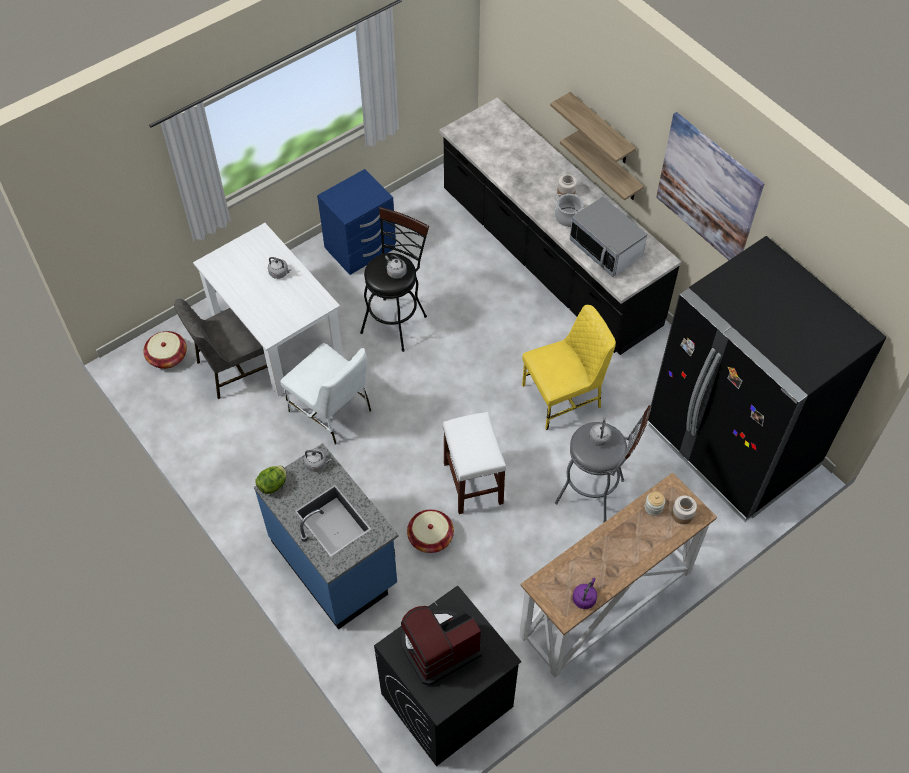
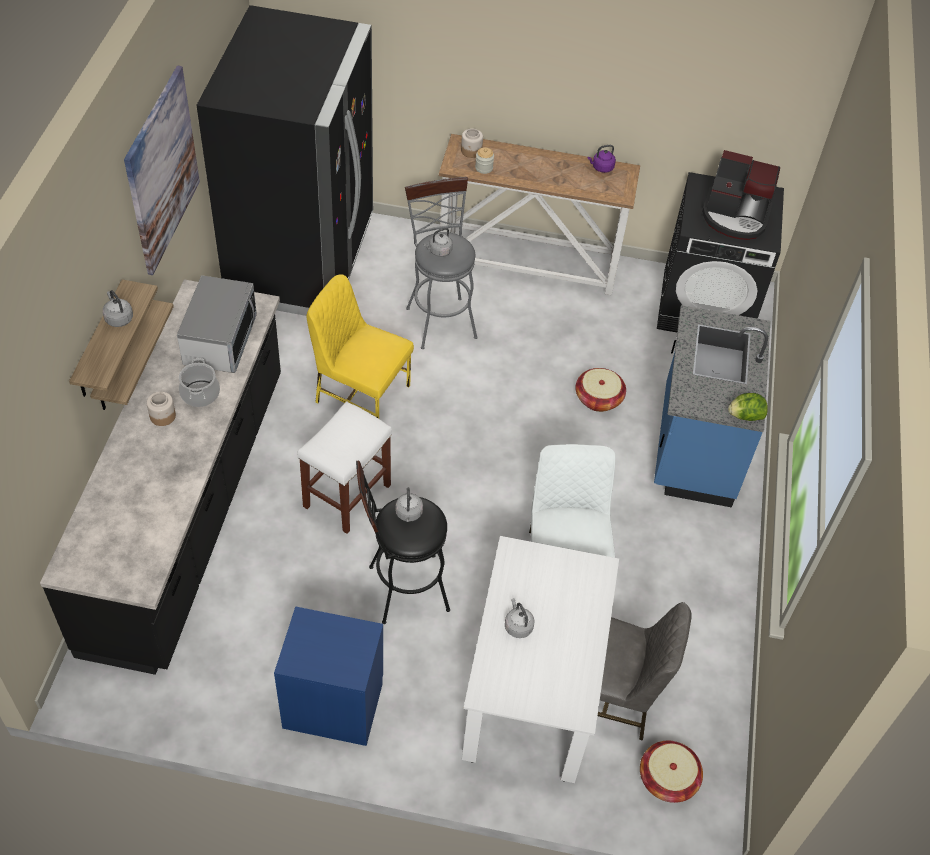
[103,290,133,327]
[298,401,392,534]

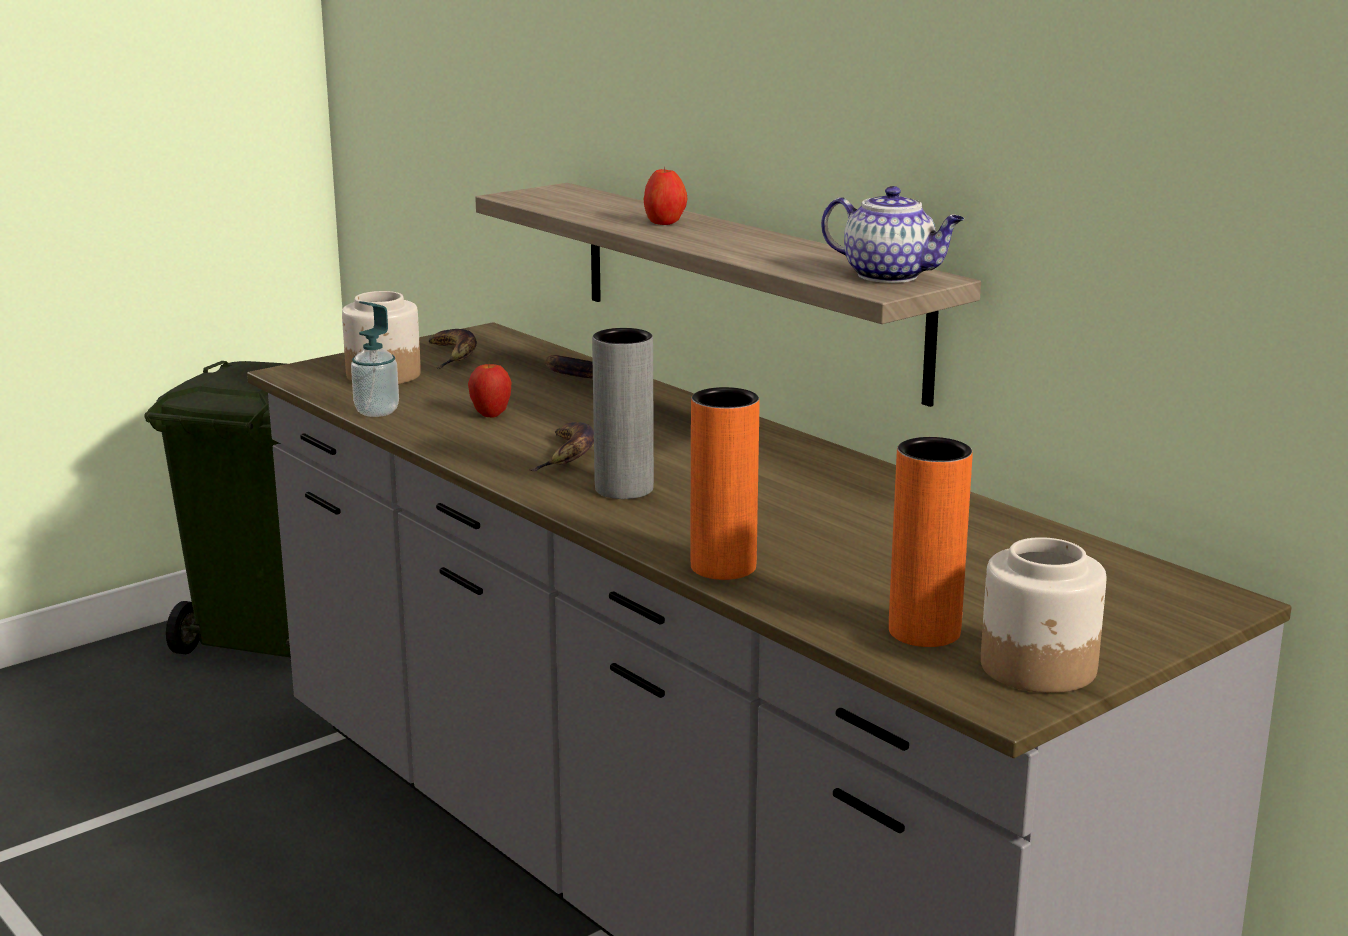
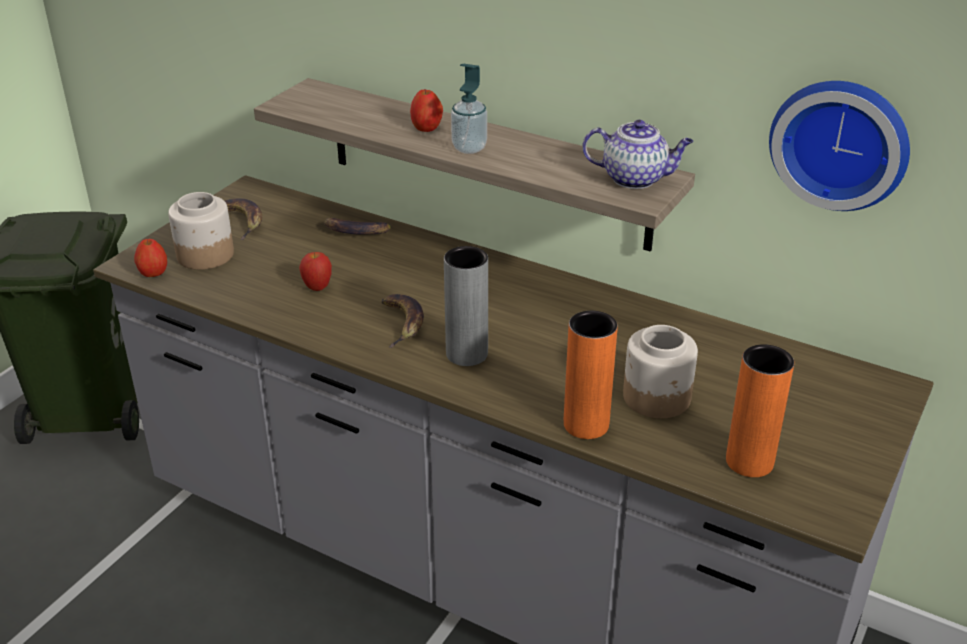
[451,64,487,154]
[623,325,698,418]
[134,239,167,277]
[769,81,910,211]

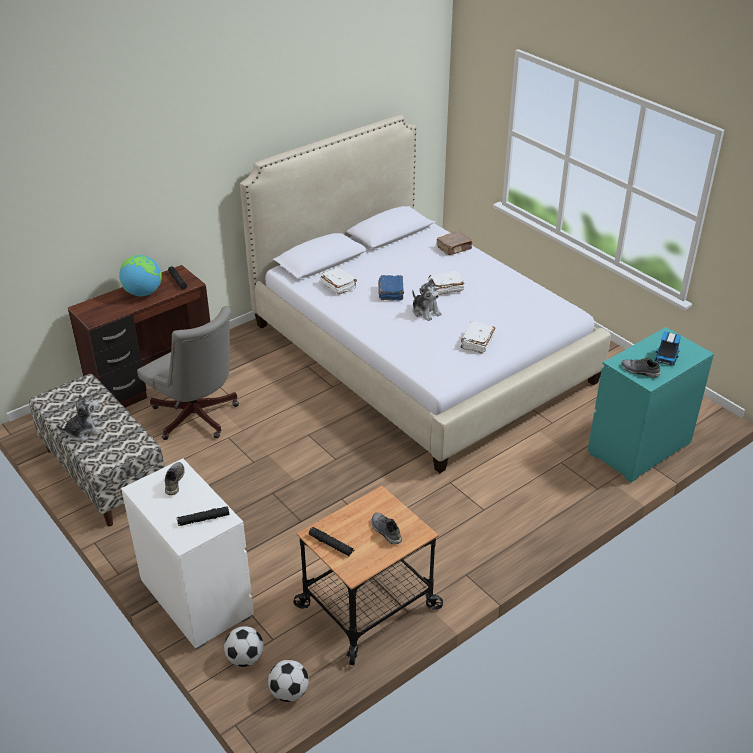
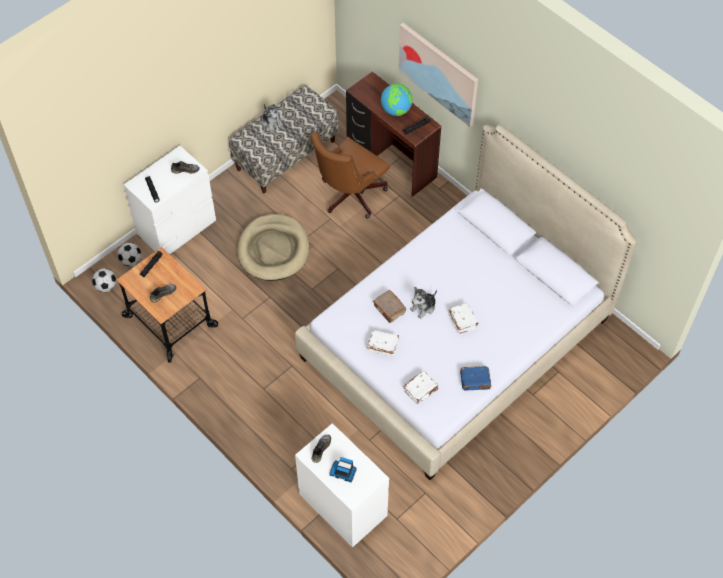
[311,132,389,219]
[403,371,438,404]
[460,366,491,390]
[373,290,406,323]
[295,423,389,548]
[237,214,309,281]
[398,23,478,127]

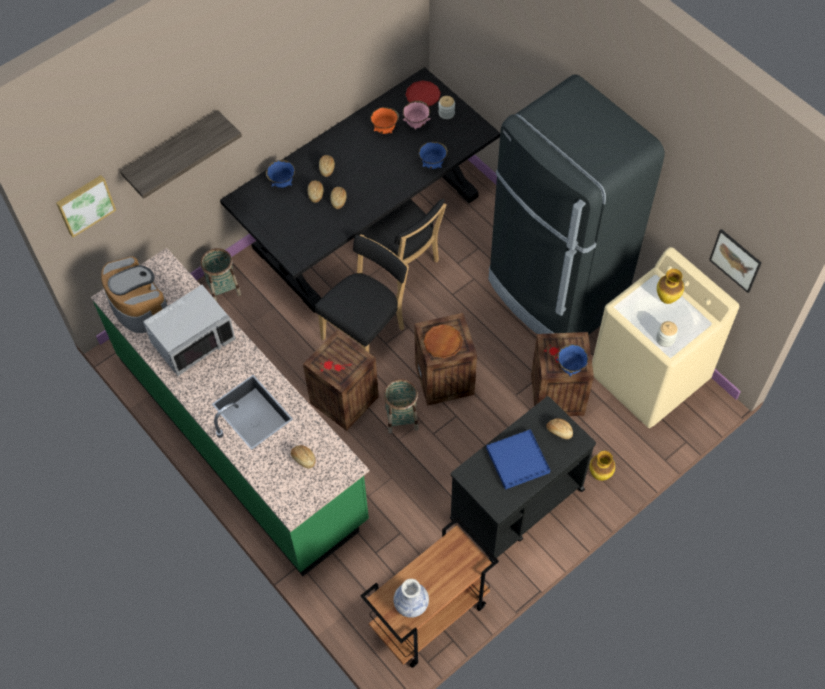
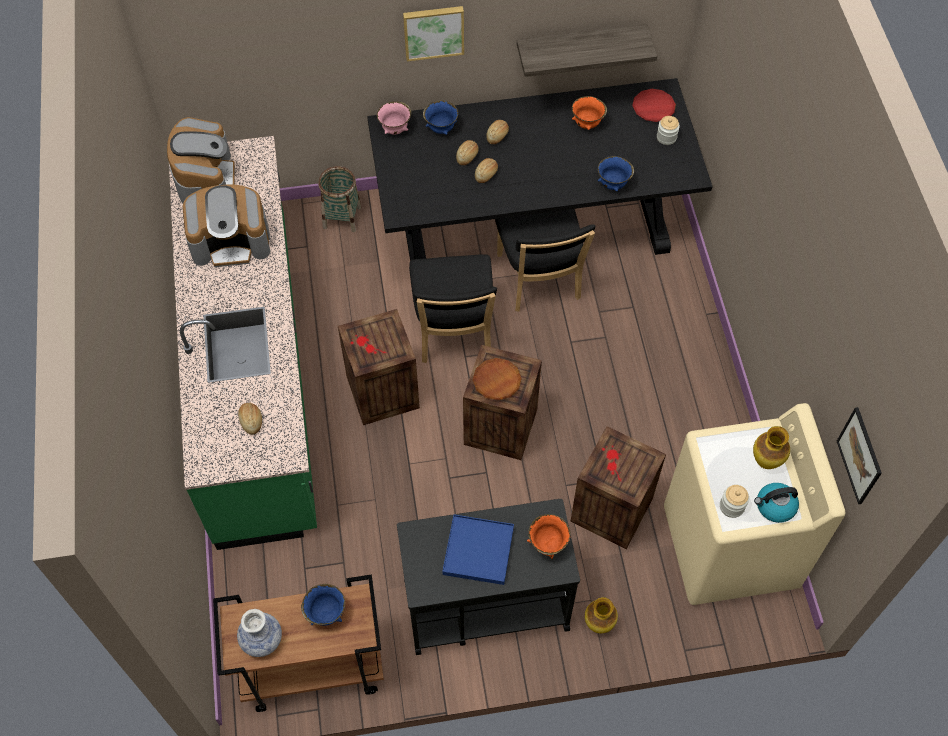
[403,6,464,61]
[517,24,657,77]
[183,185,270,267]
[409,254,497,363]
[384,379,419,434] (first image)
[377,101,412,135]
[488,75,665,335] (first image)
[527,514,571,559]
[301,584,345,625]
[754,483,799,523]

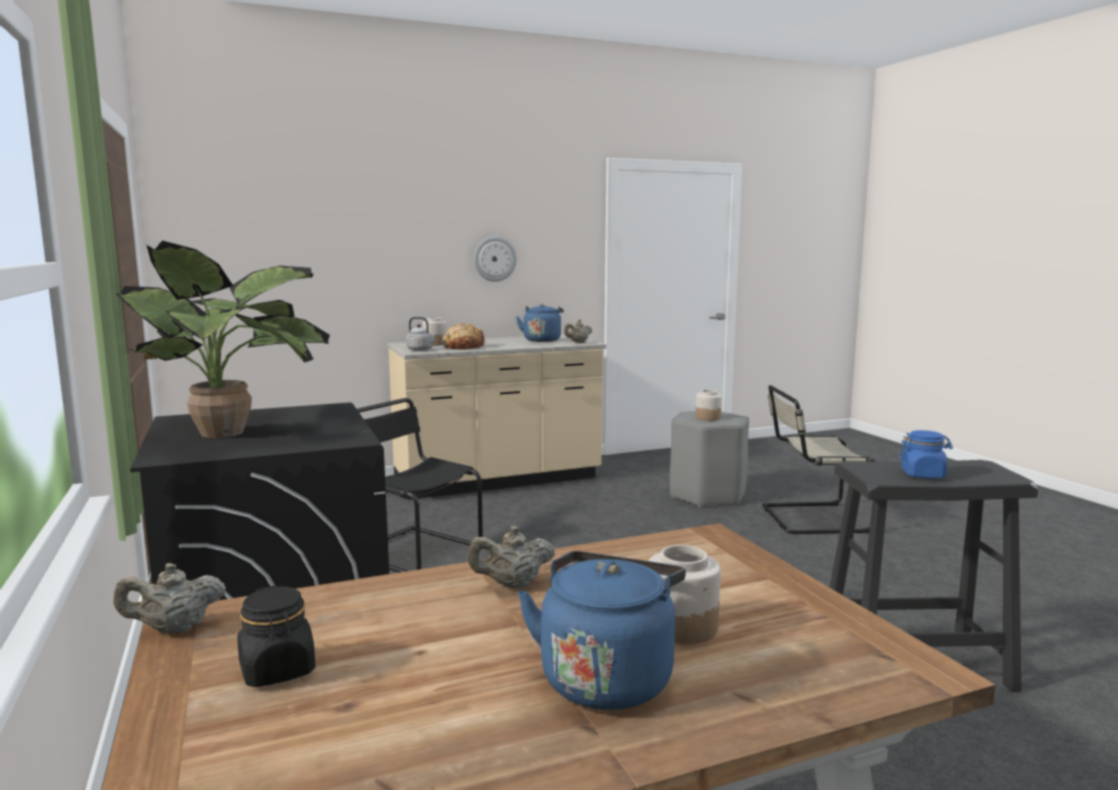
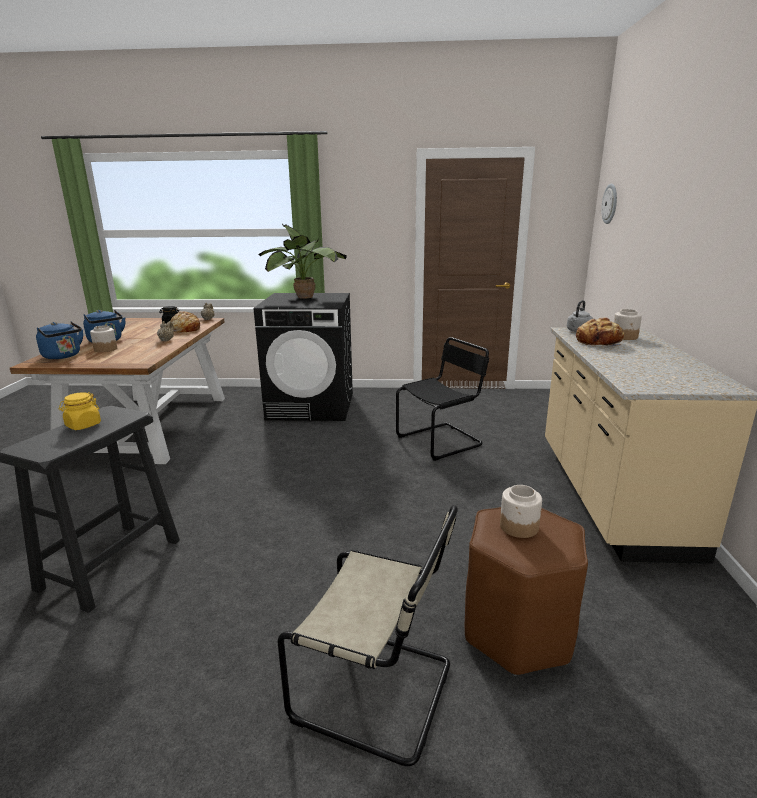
[601,184,617,224]
[36,321,83,359]
[564,320,592,343] (first image)
[465,507,588,676]
[277,505,458,766]
[59,392,101,430]
[170,311,200,333]

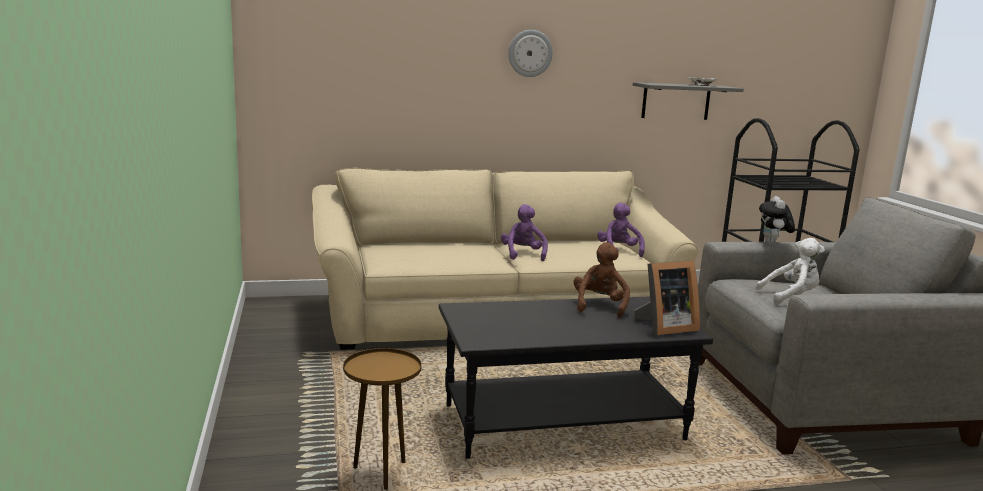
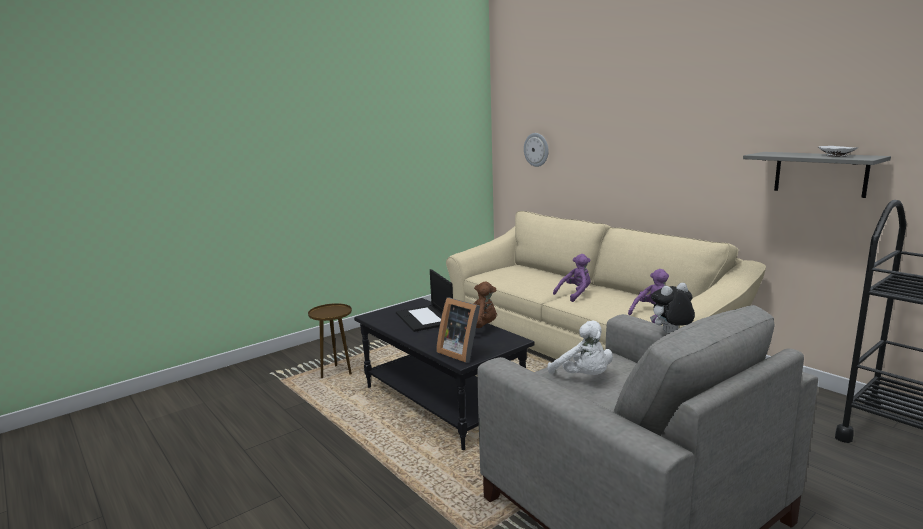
[524,133,549,167]
[396,269,453,332]

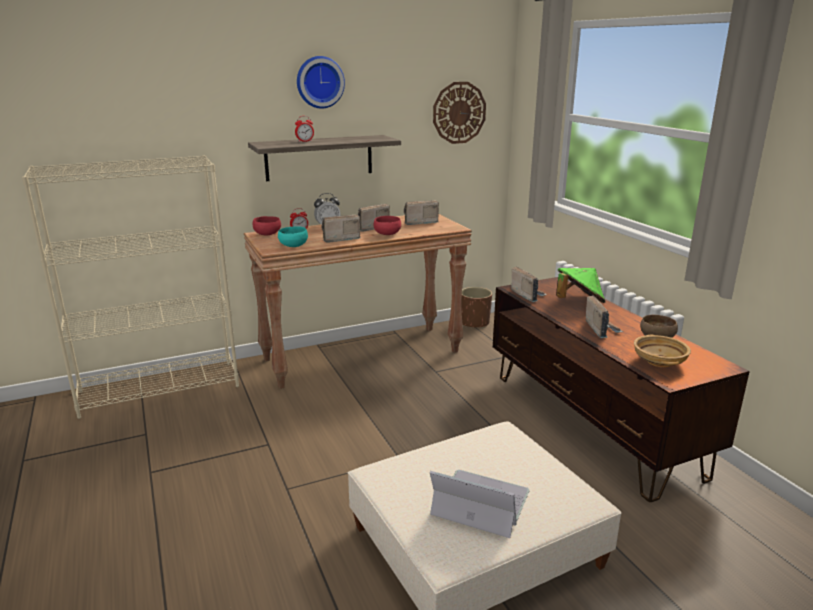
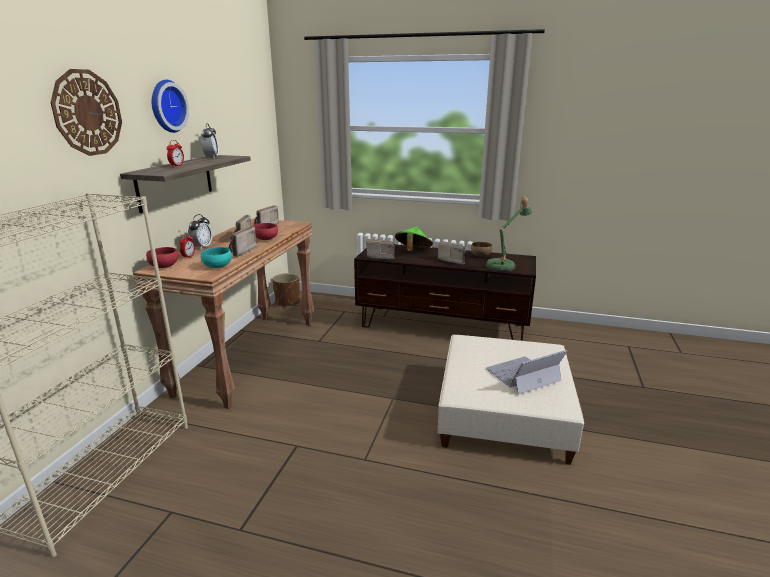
[50,69,122,156]
[485,197,532,271]
[201,123,219,159]

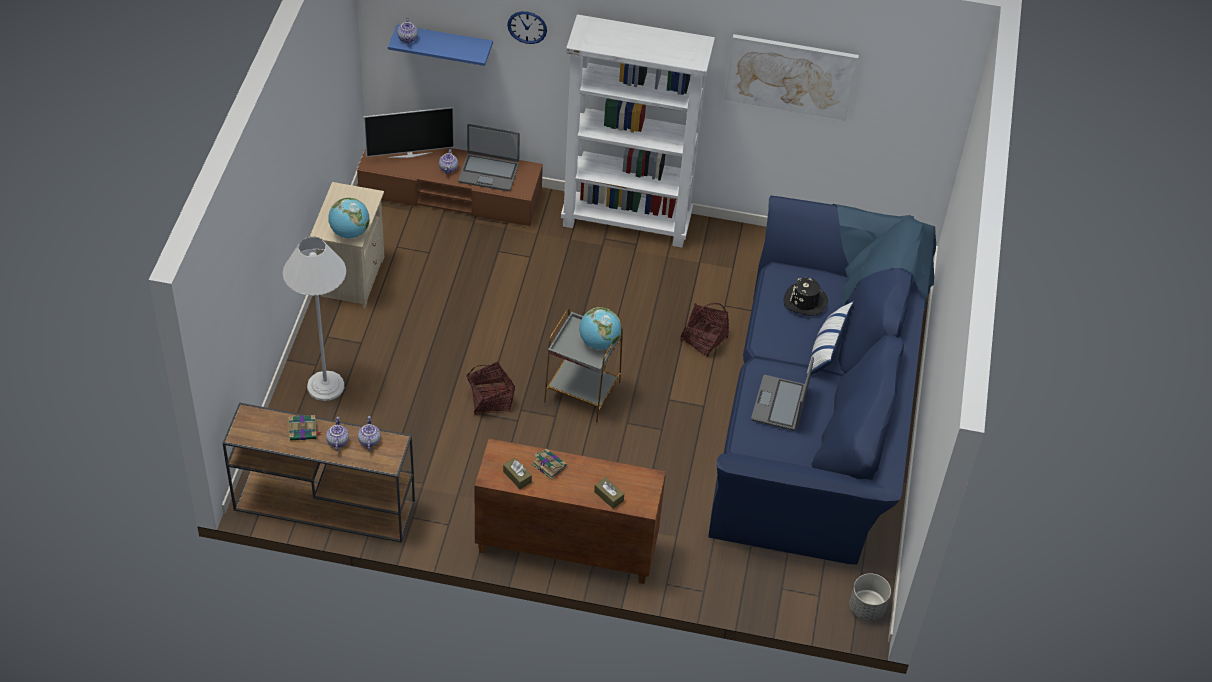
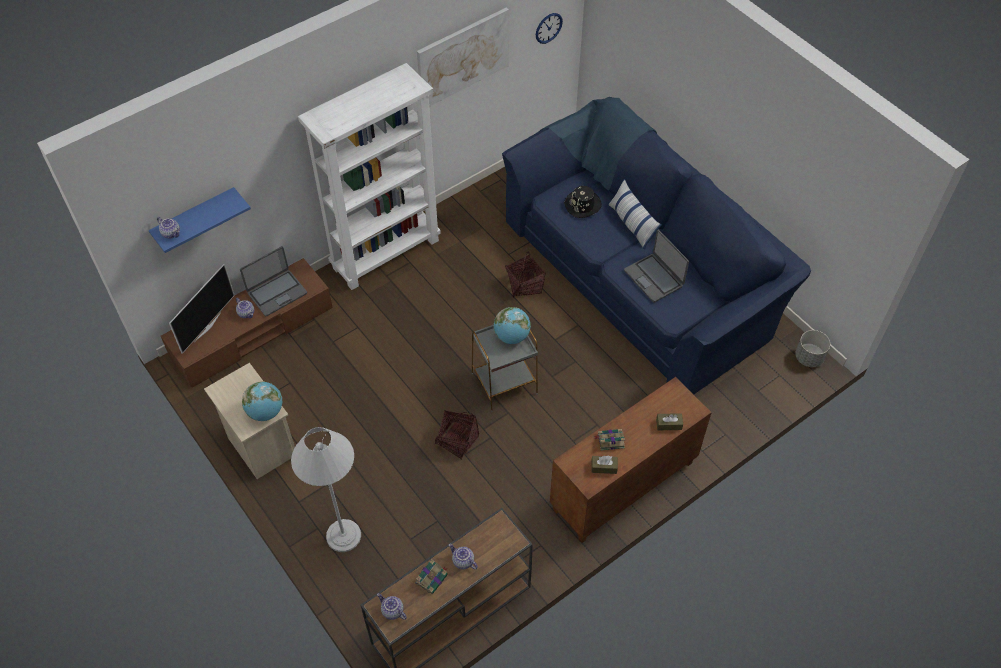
[377,593,407,620]
[536,13,563,44]

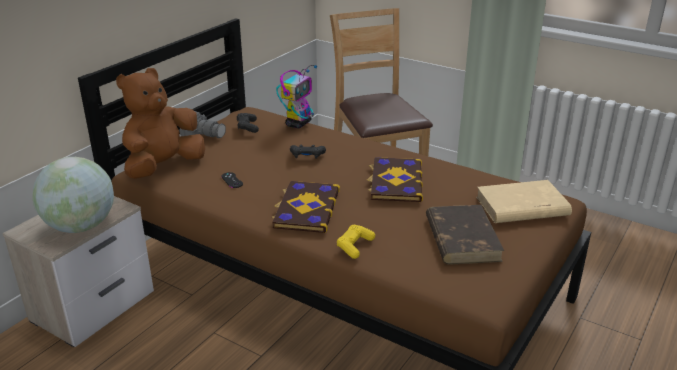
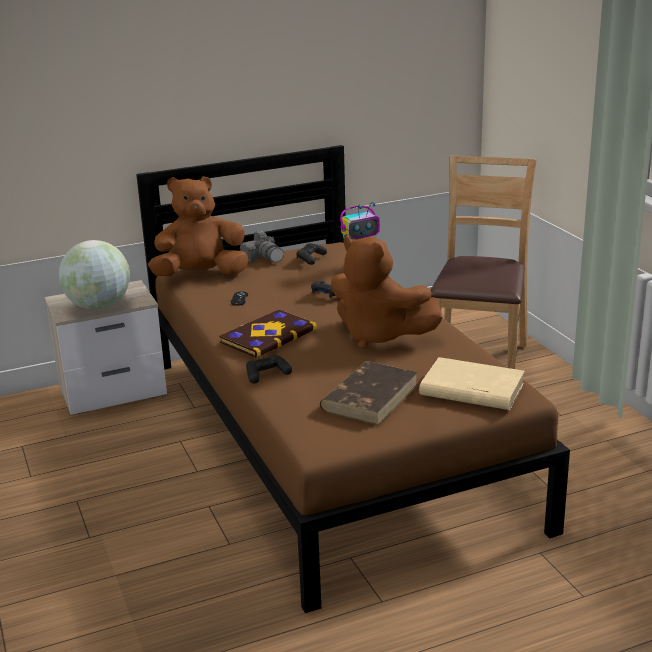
[246,355,292,384]
[331,236,443,349]

